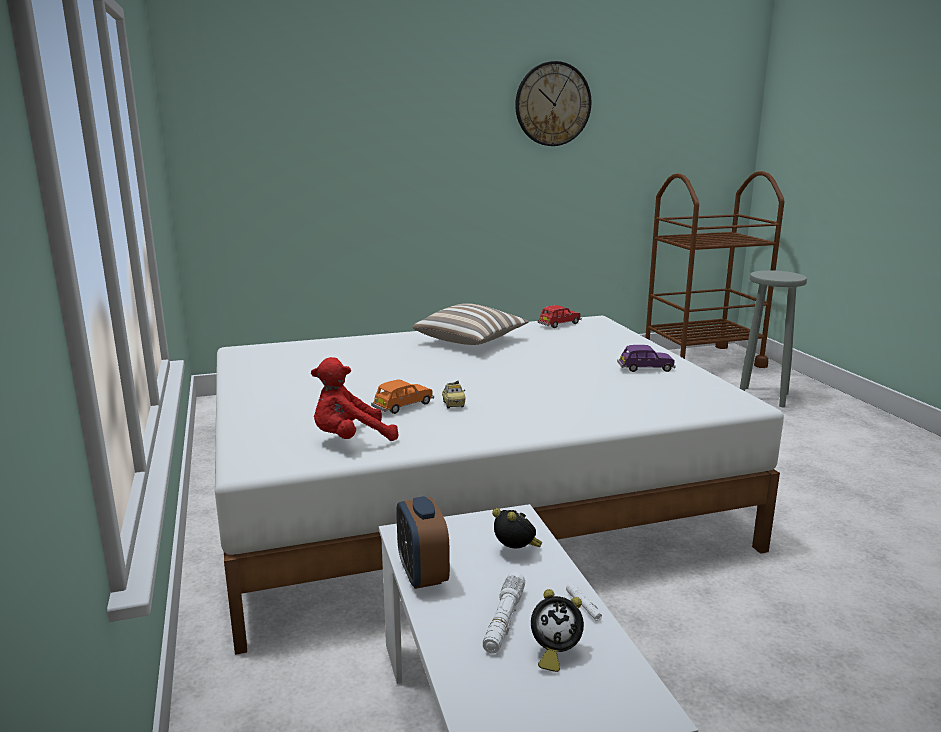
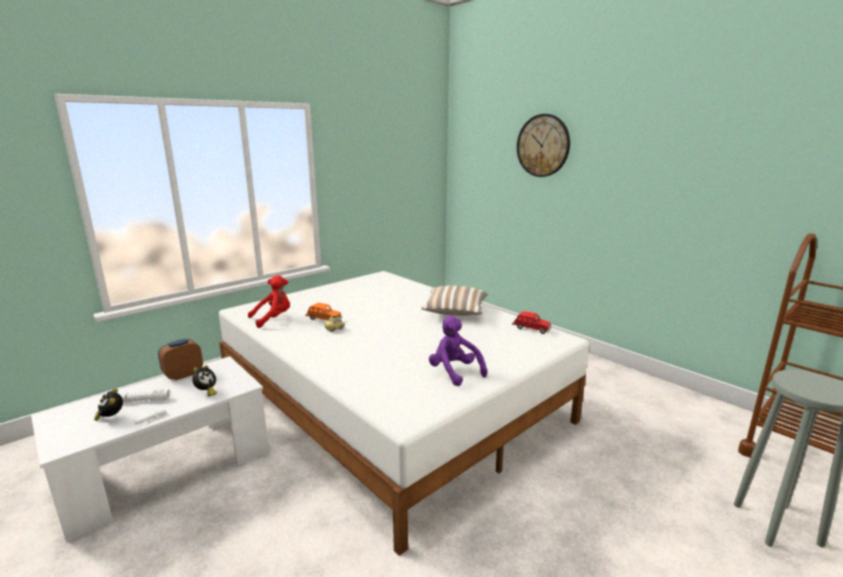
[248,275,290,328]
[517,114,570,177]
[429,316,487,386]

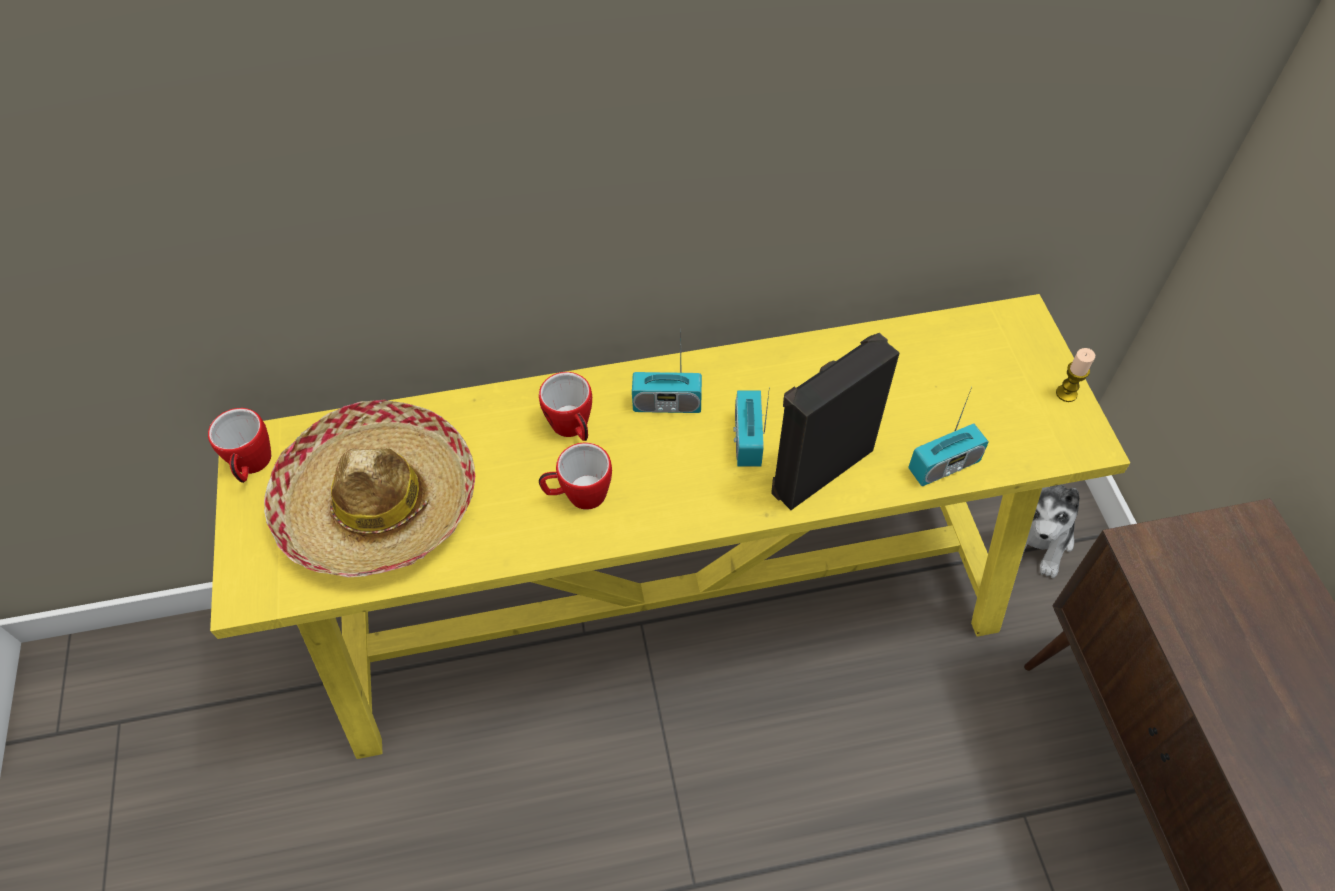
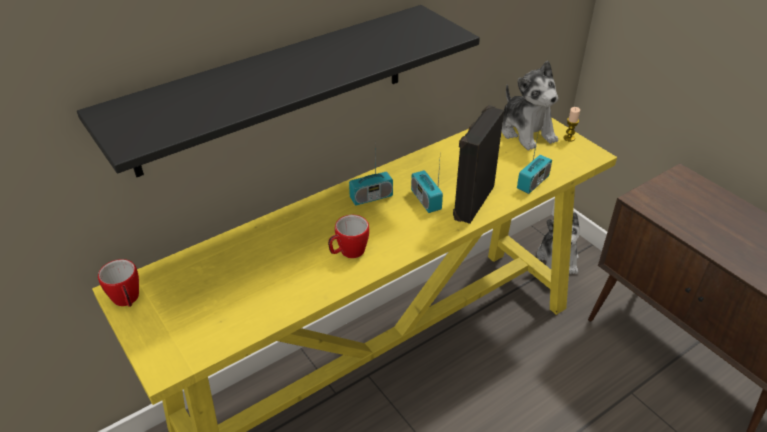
[264,399,475,578] (first image)
[539,372,592,441] (first image)
[77,5,480,177]
[502,61,558,150]

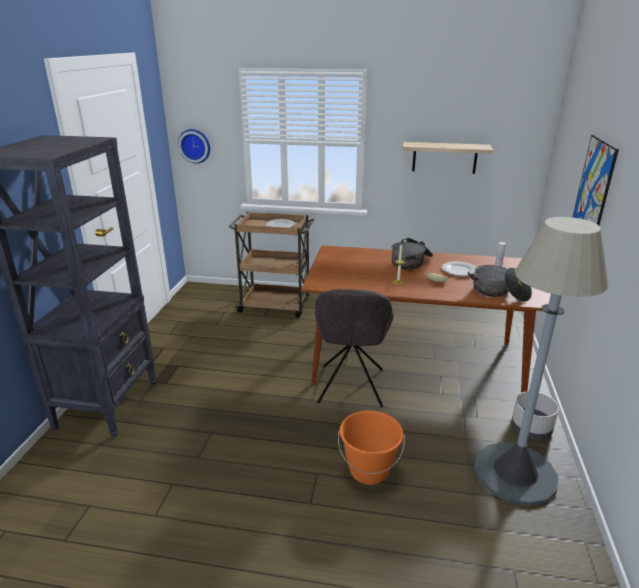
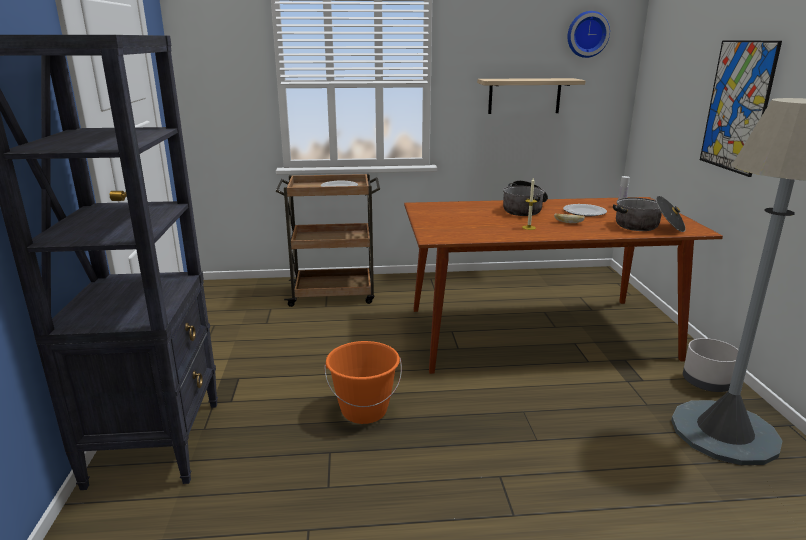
[567,11,610,58]
[315,289,394,408] (first image)
[324,341,402,424]

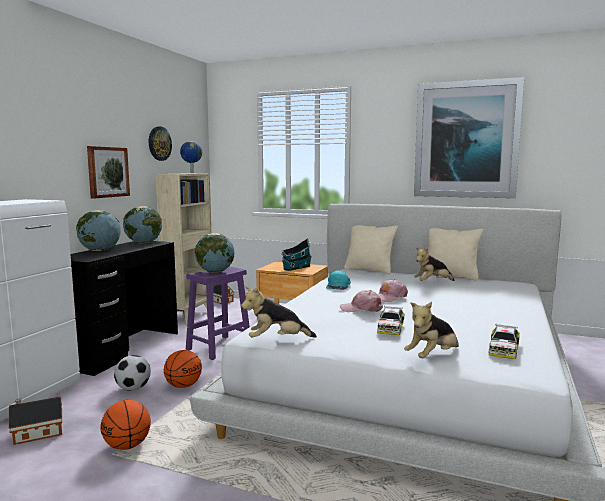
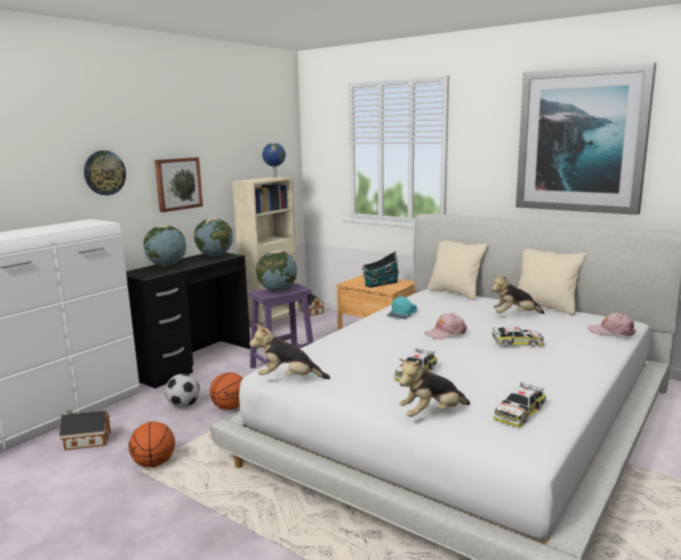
[84,150,126,195]
[588,313,636,336]
[492,326,544,347]

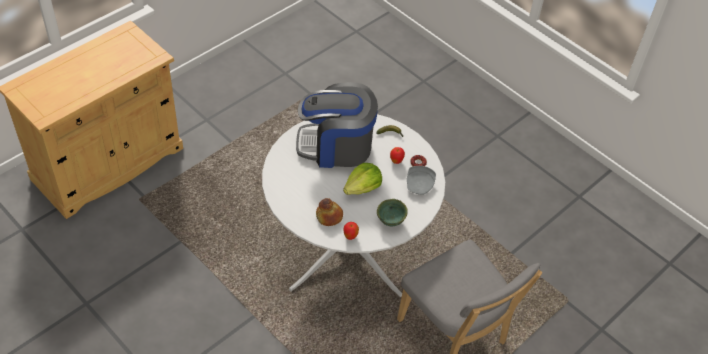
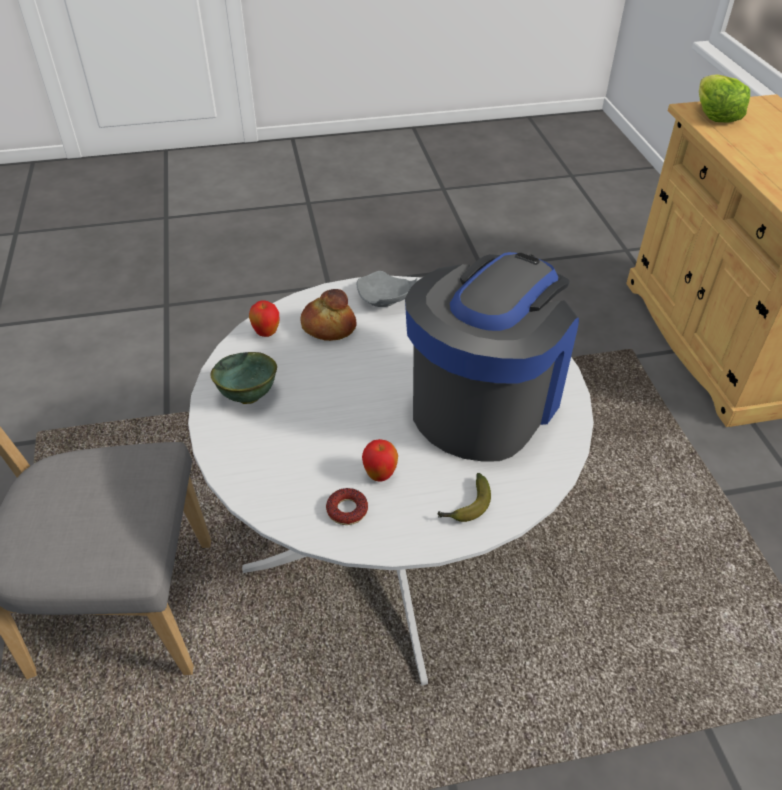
[699,74,750,122]
[357,271,417,307]

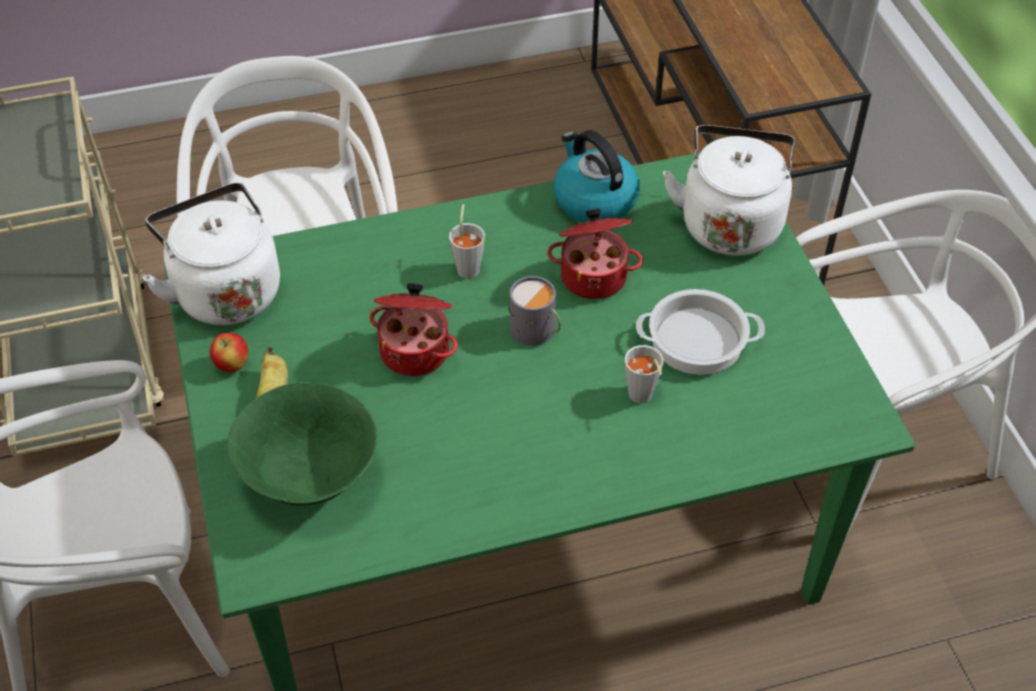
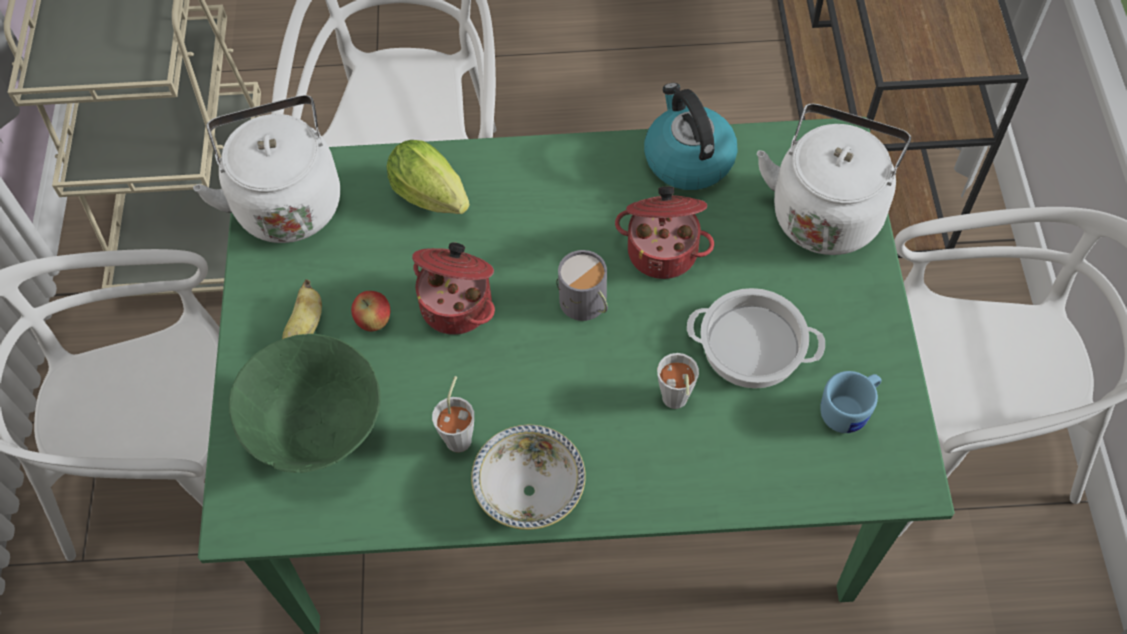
[351,291,390,331]
[432,376,474,453]
[386,140,470,214]
[471,425,586,530]
[820,371,882,433]

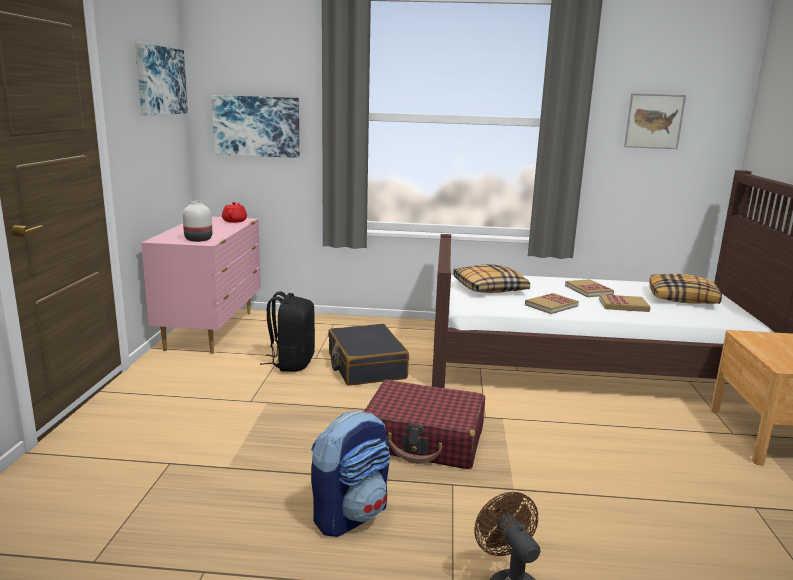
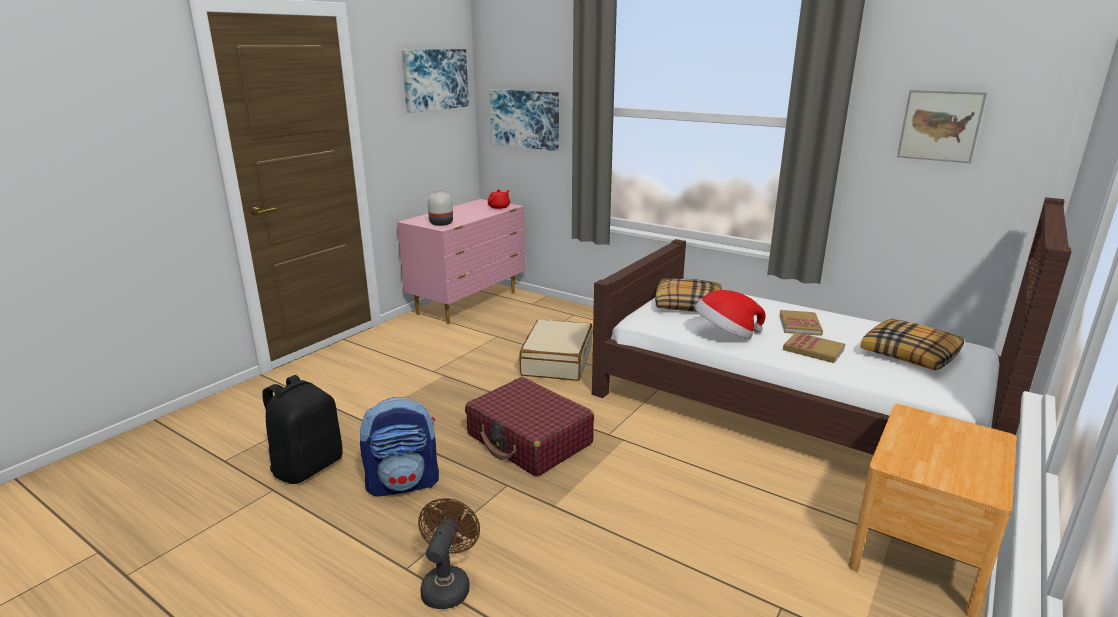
[262,375,343,484]
[519,319,592,381]
[695,290,766,339]

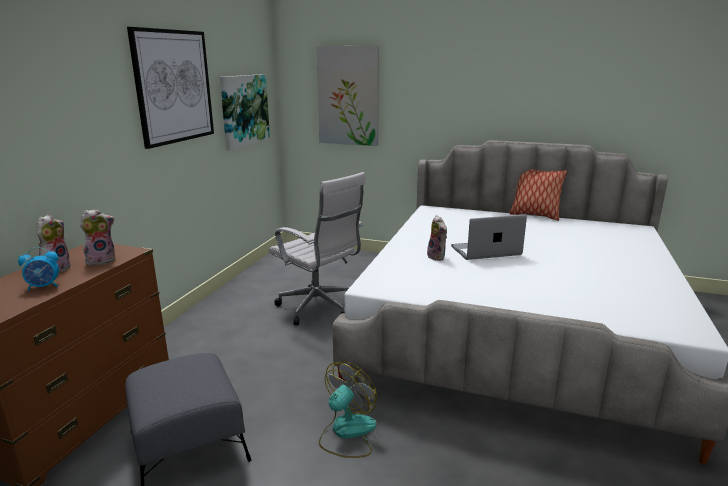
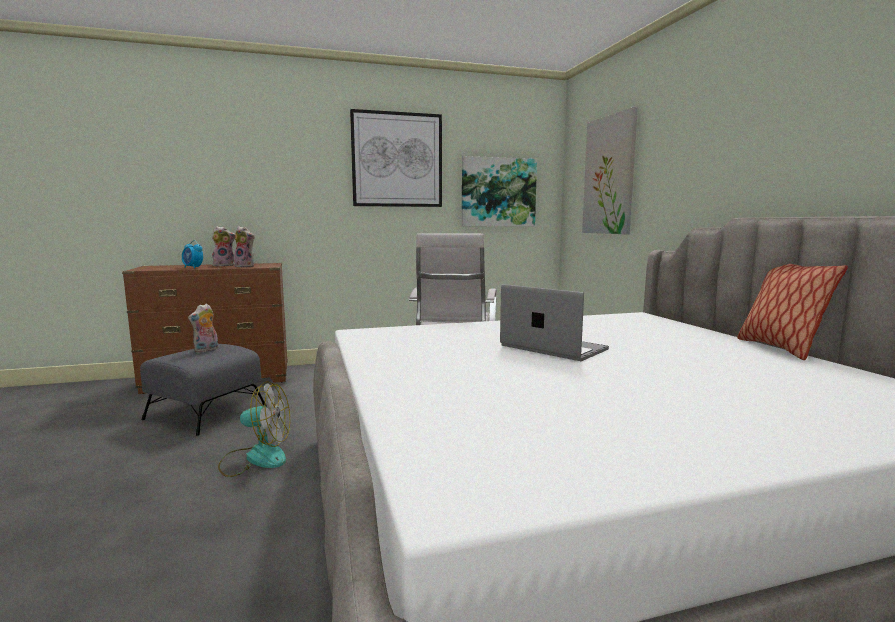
[188,303,218,353]

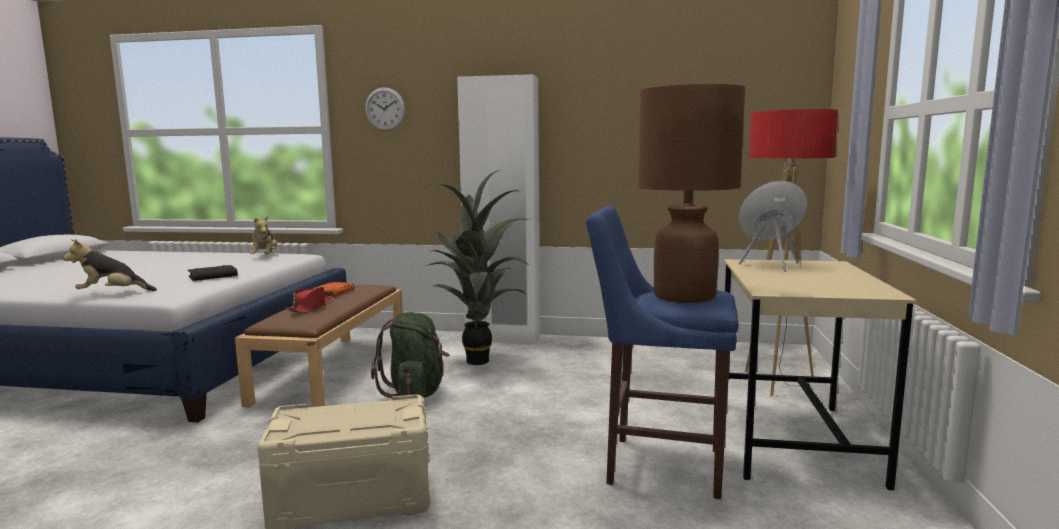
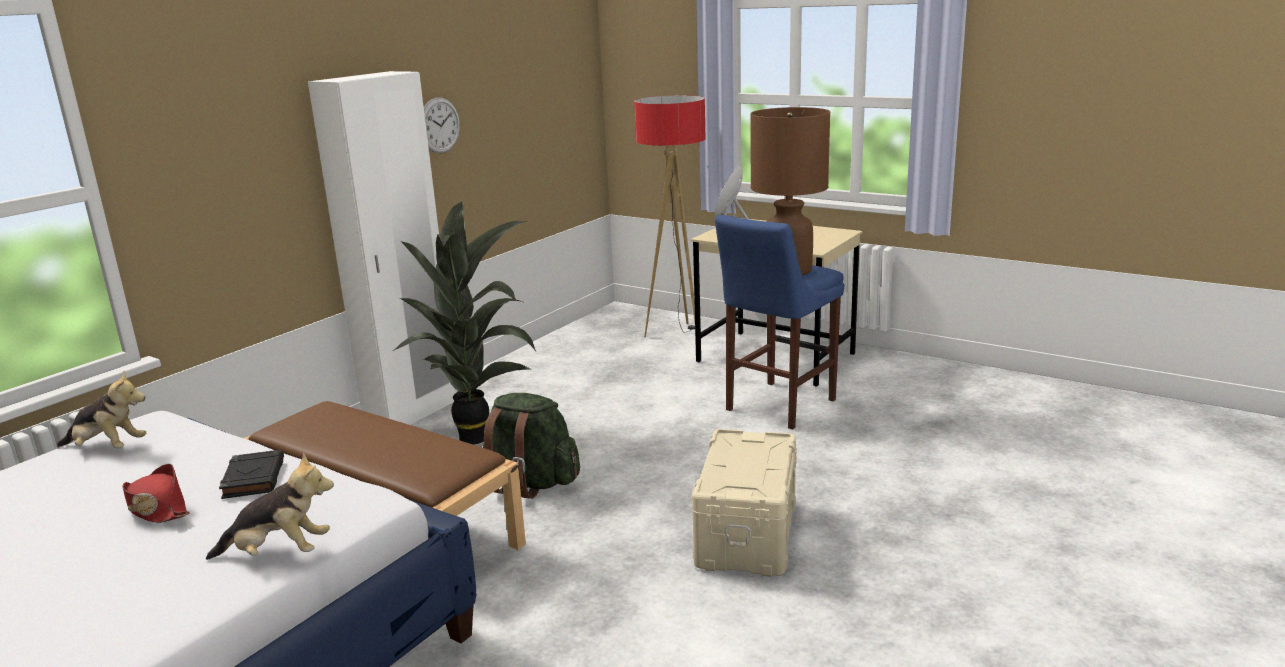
[206,453,334,560]
[122,463,190,523]
[310,282,354,297] (first image)
[424,98,460,153]

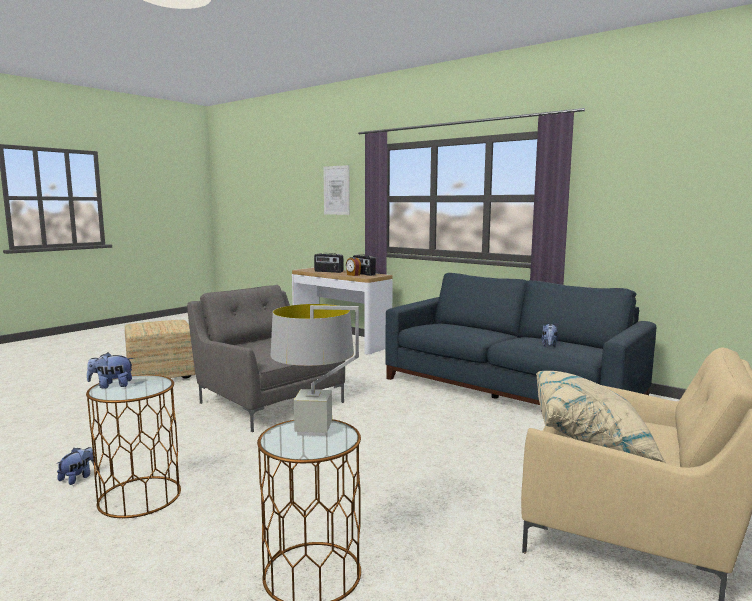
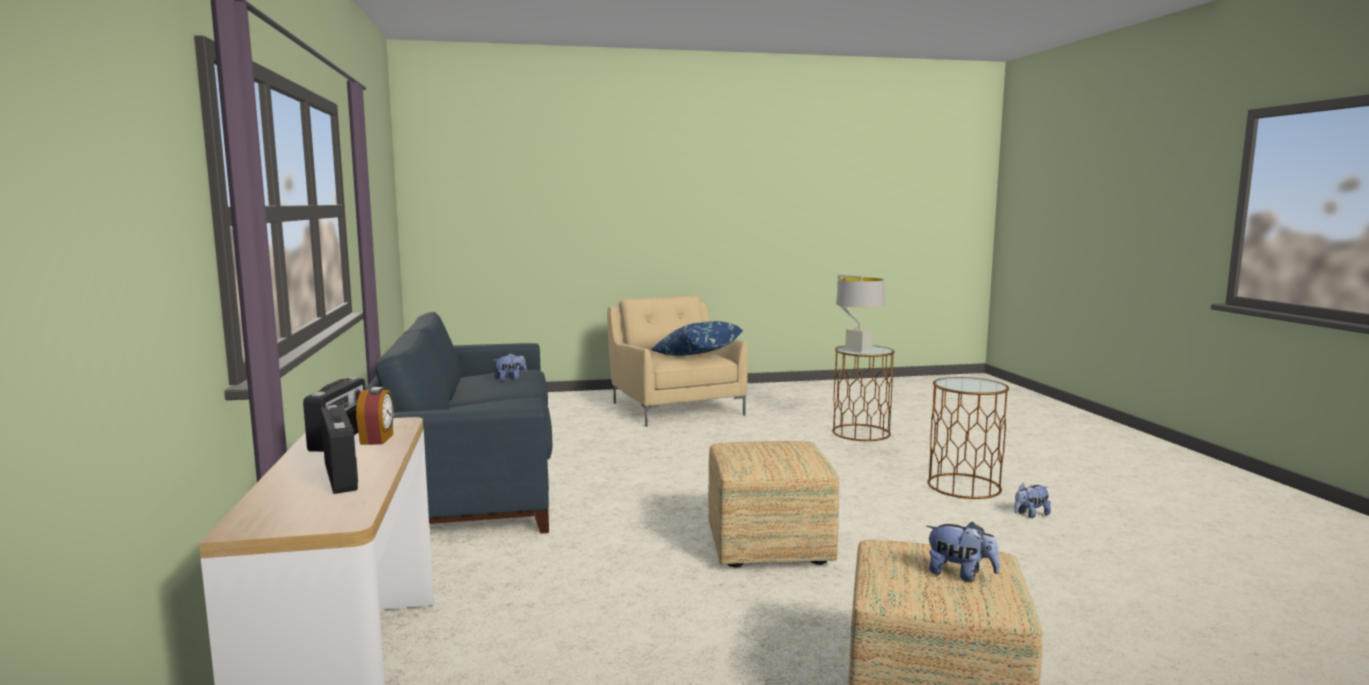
[926,521,1000,582]
[708,441,839,568]
[323,165,350,215] (first image)
[651,321,743,356]

